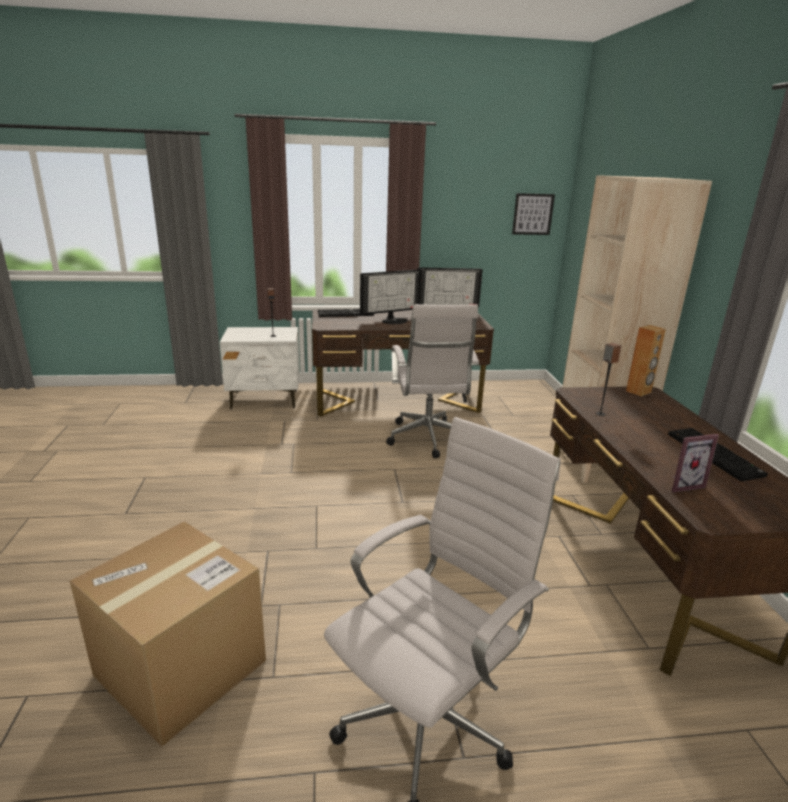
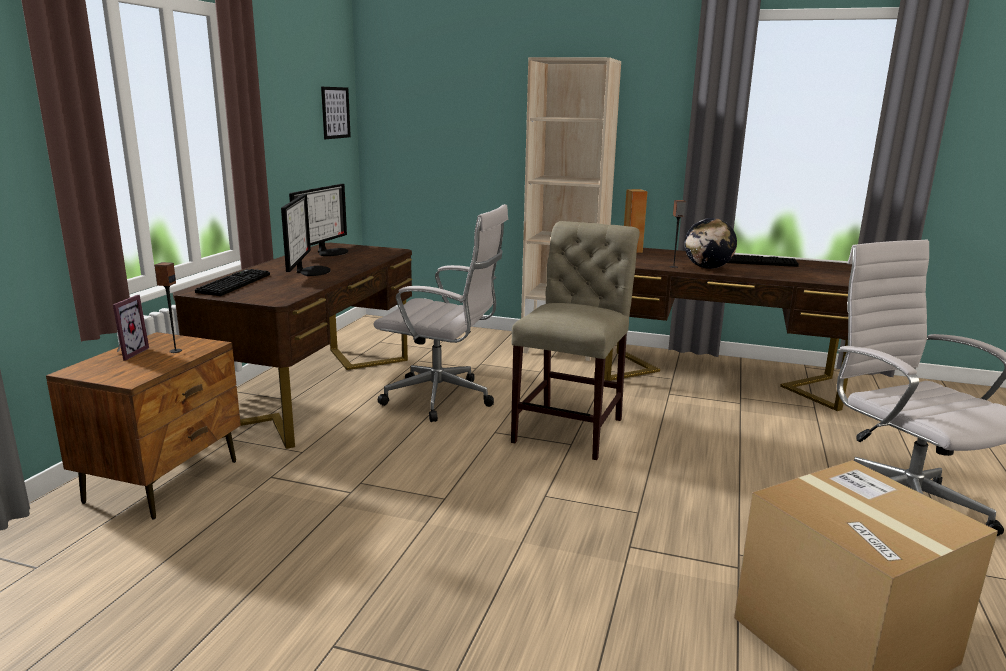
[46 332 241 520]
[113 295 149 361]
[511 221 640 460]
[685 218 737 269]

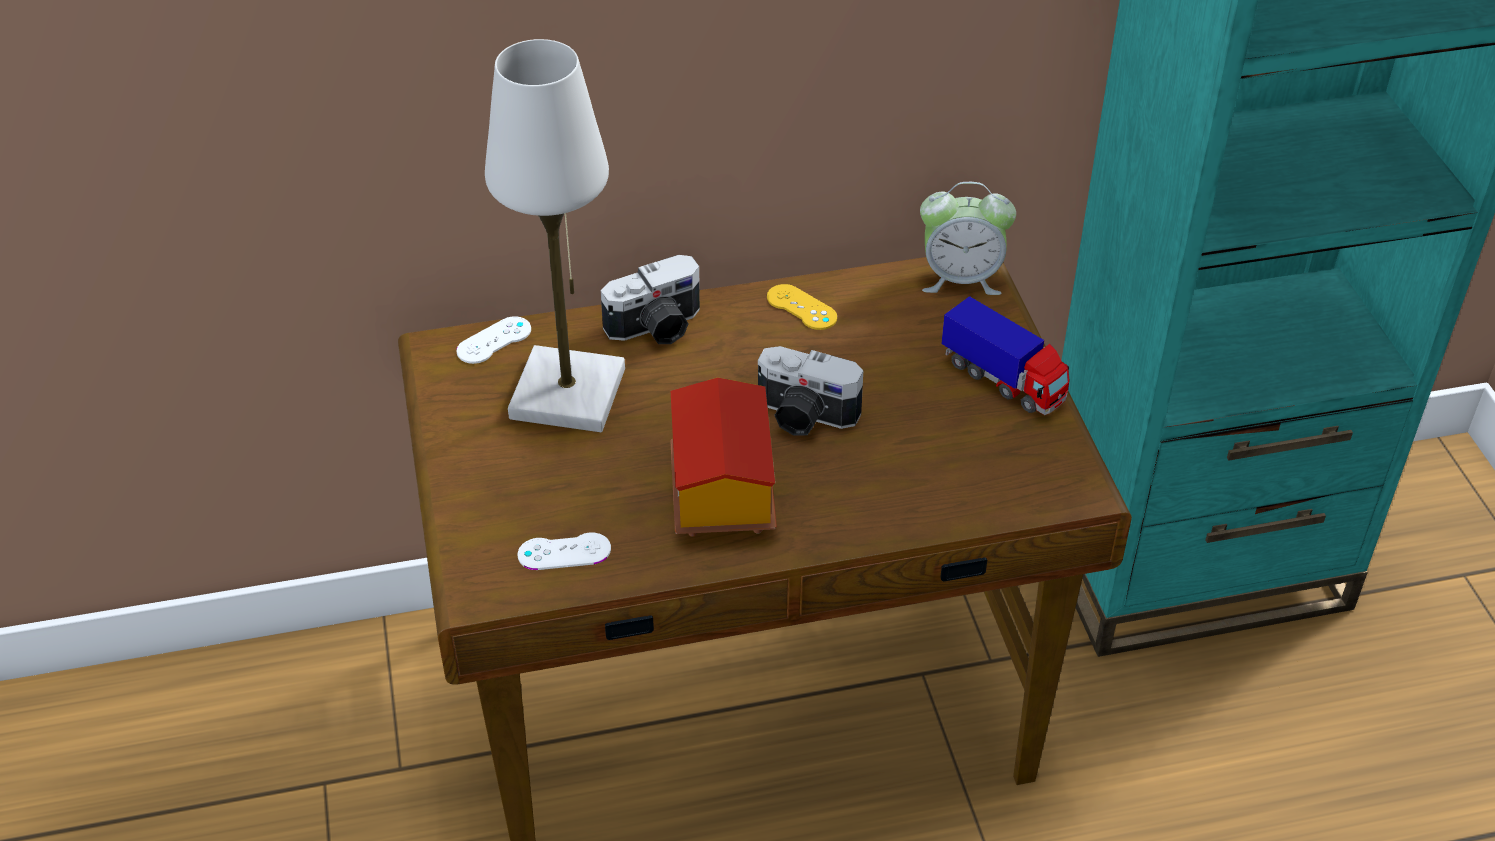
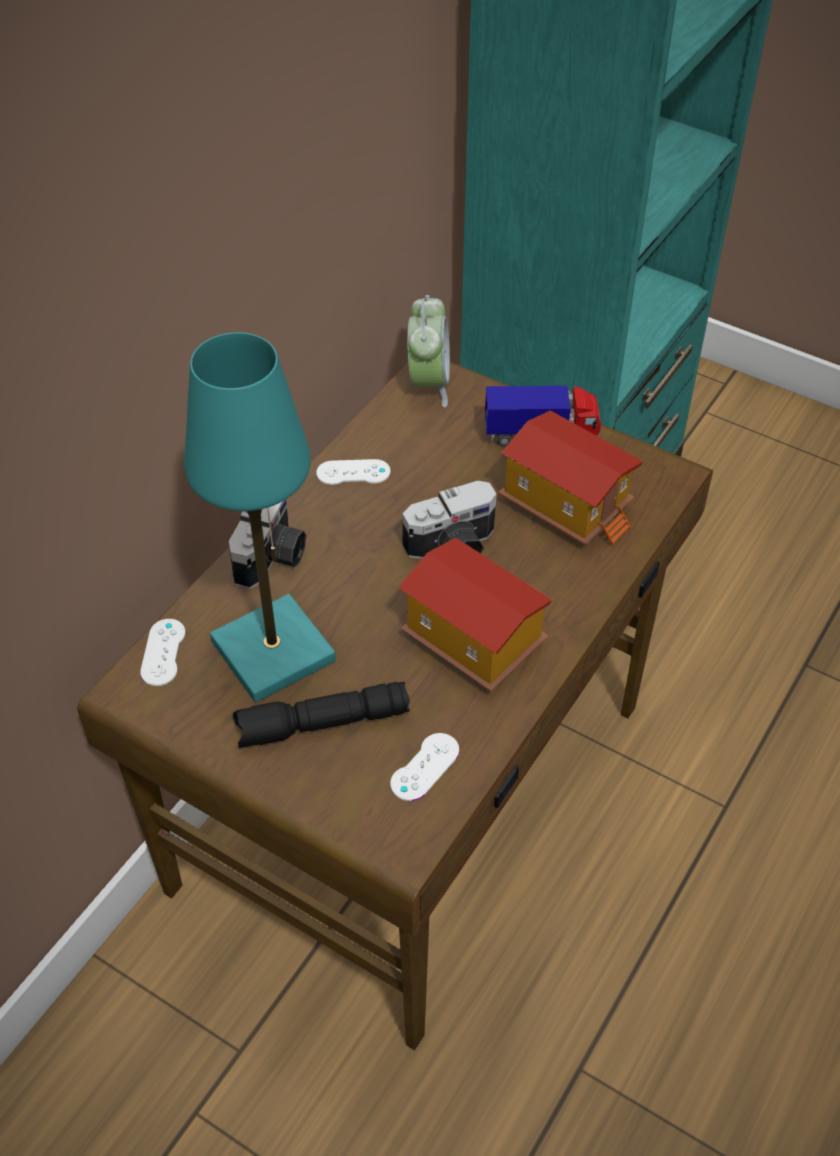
[184 332 336 702]
[316 459 391 485]
[407 295 450 407]
[233 682 410 748]
[499 410 643 545]

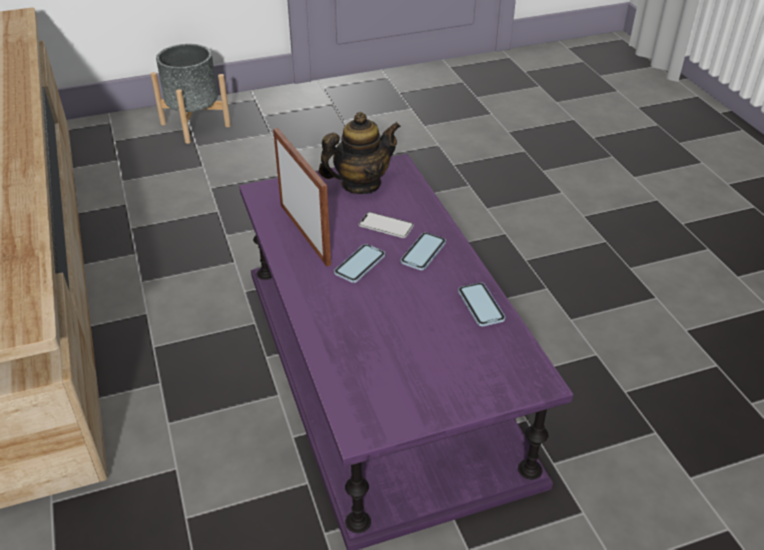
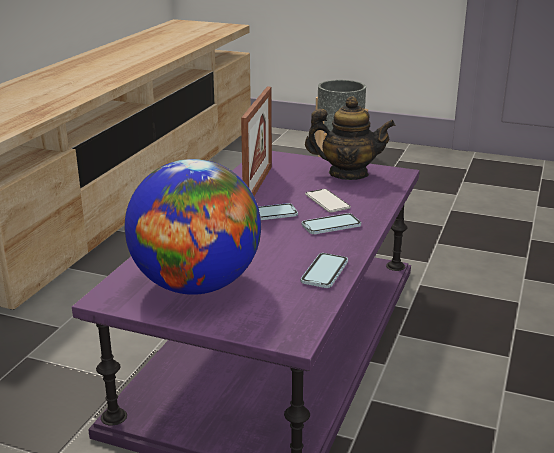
[125 159 261 295]

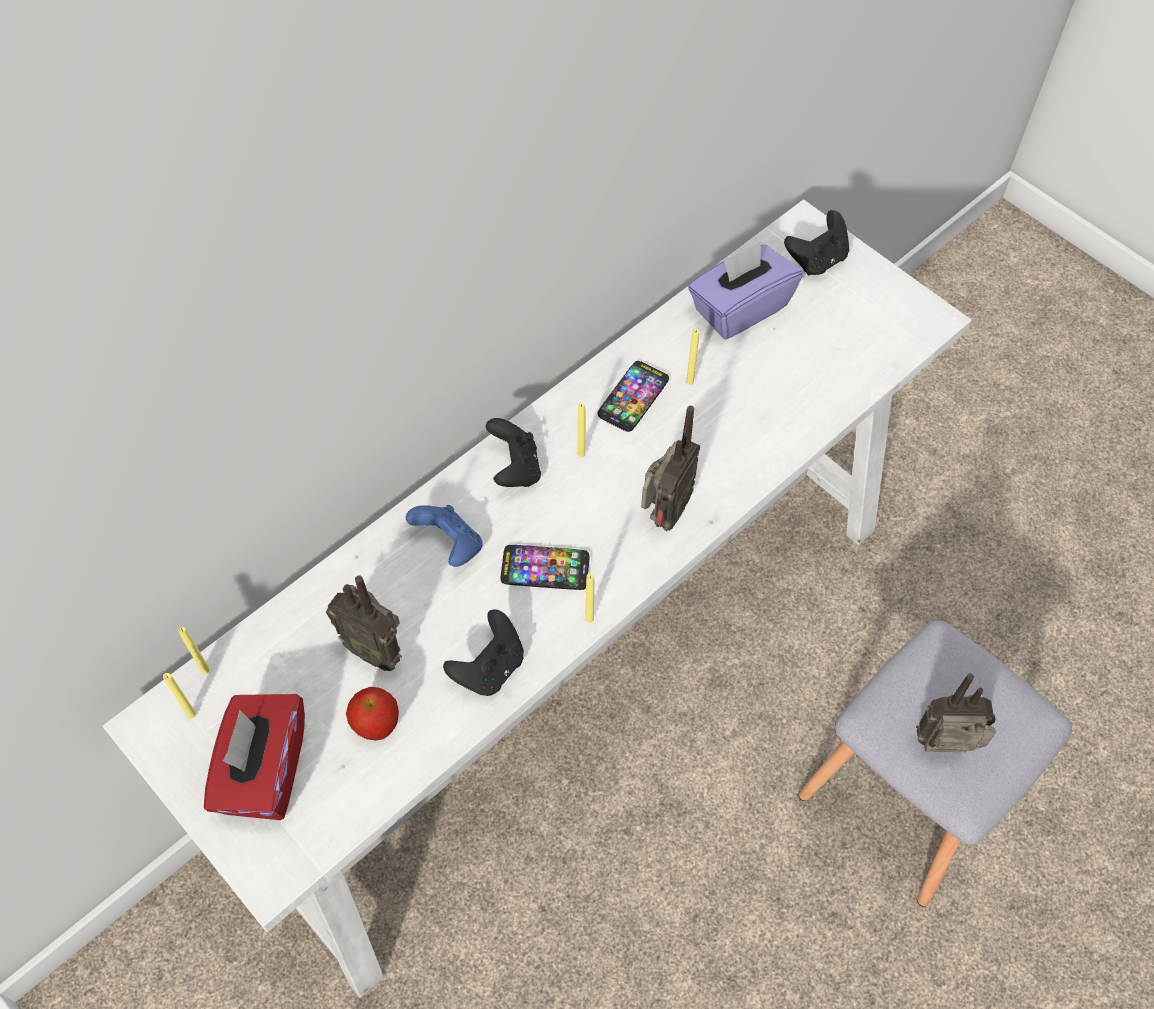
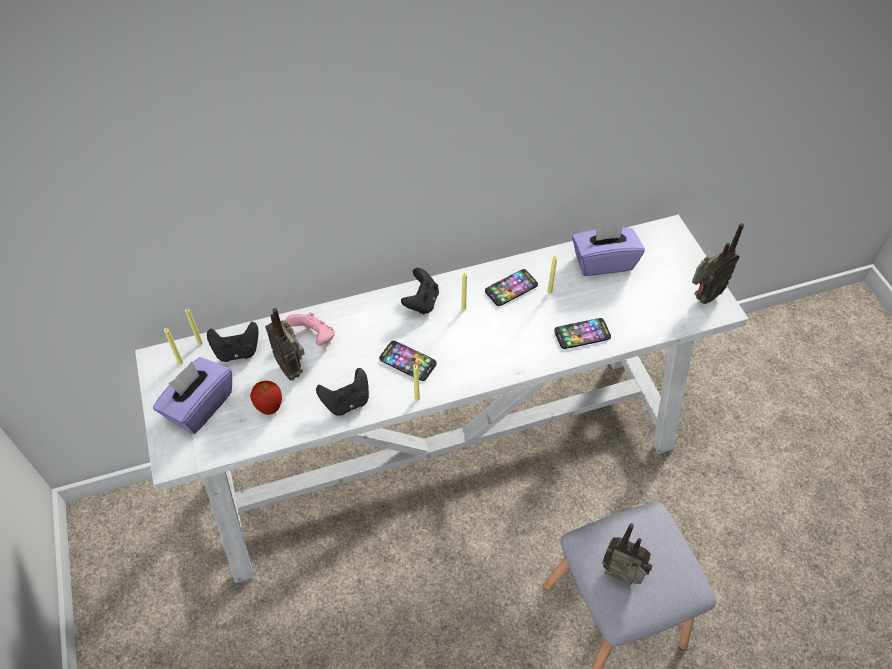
[153 357 232 434]
[406 505 483 567] (first image)
[692 223 744 304]
[207 322 258 362]
[285 312 335 346]
[554 318 611 349]

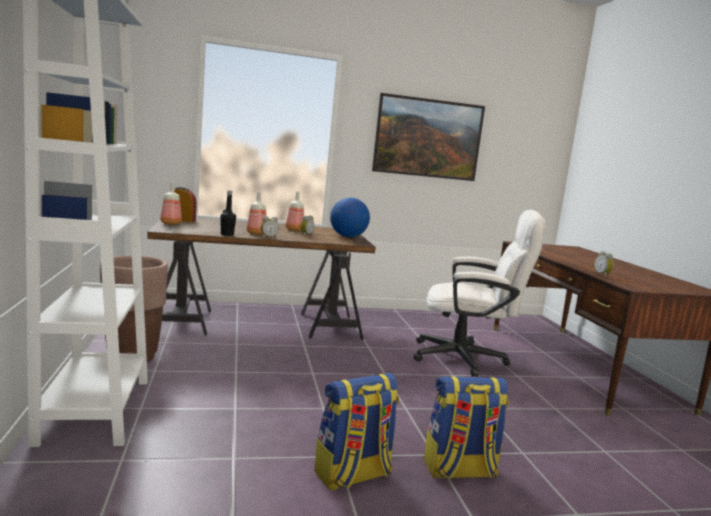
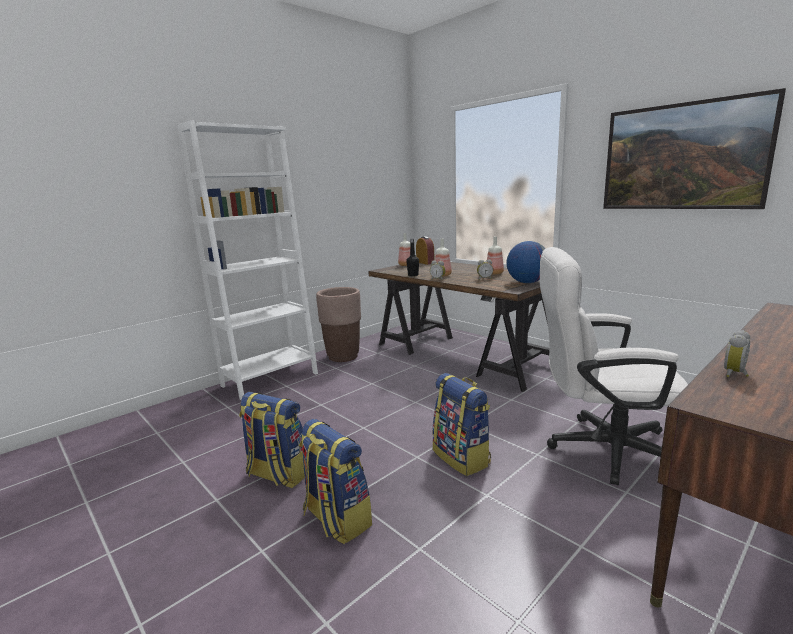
[540 247 688 485]
[432 373 491 476]

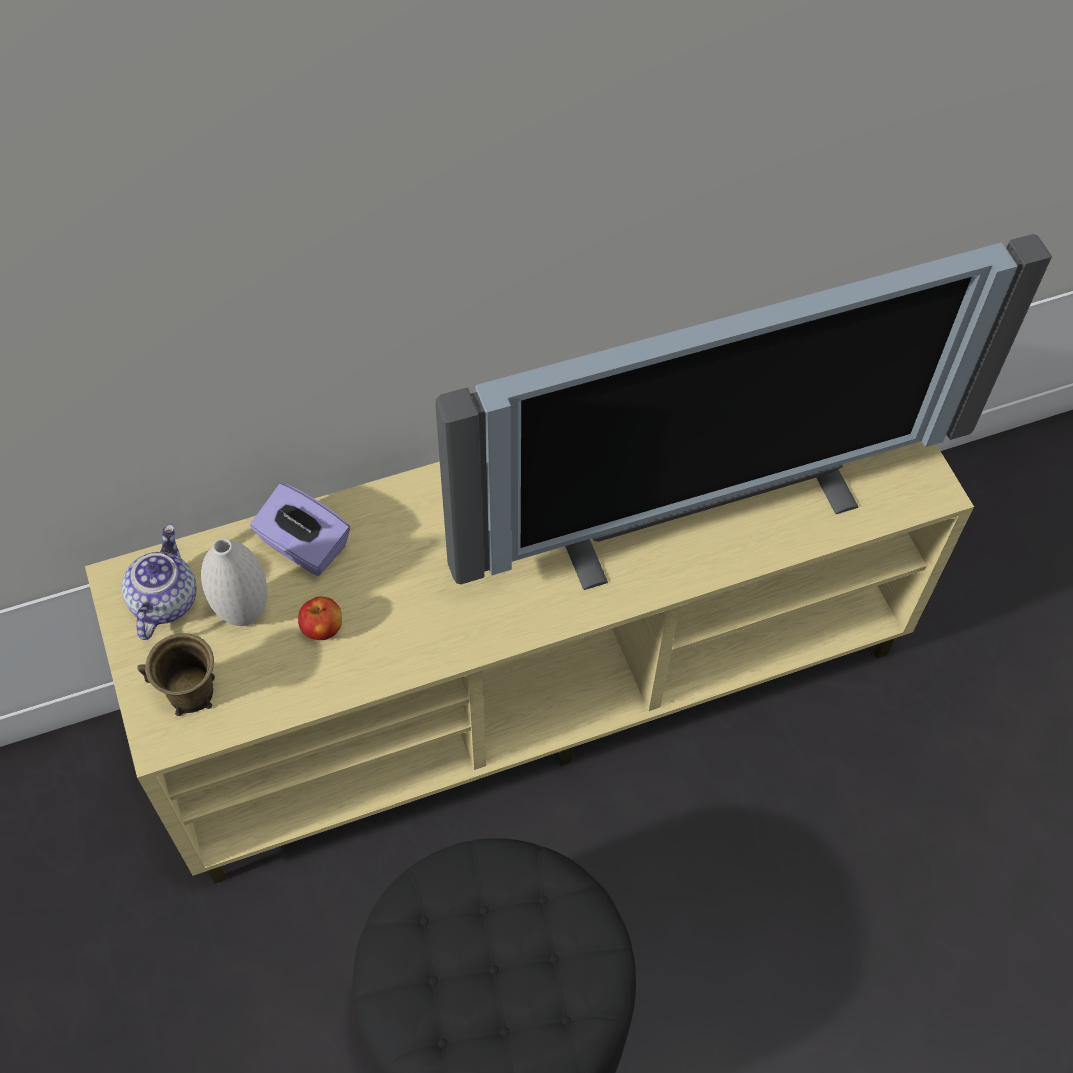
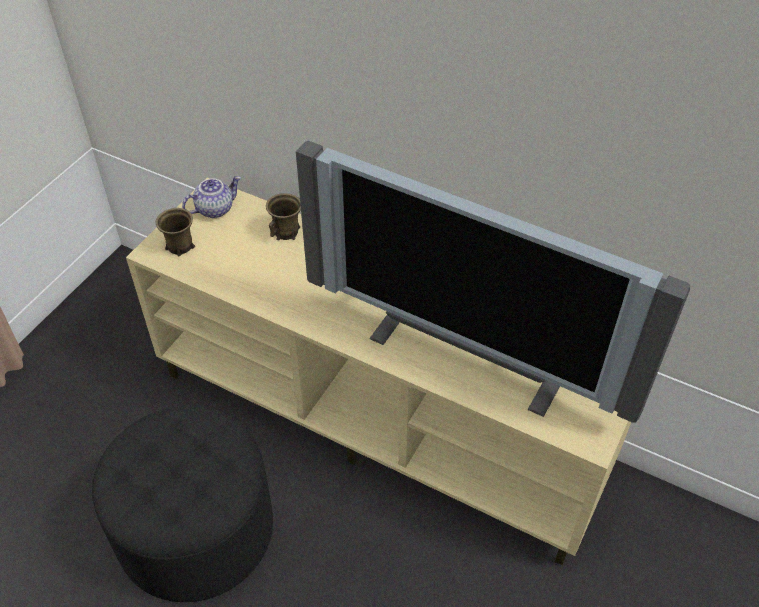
[201 538 267 626] (first image)
[266 193 301 240]
[298 597 342 640] (first image)

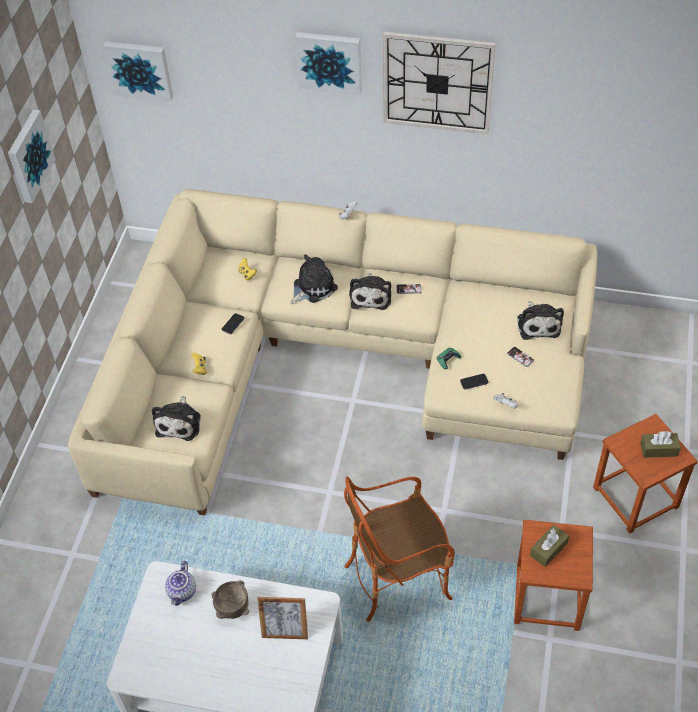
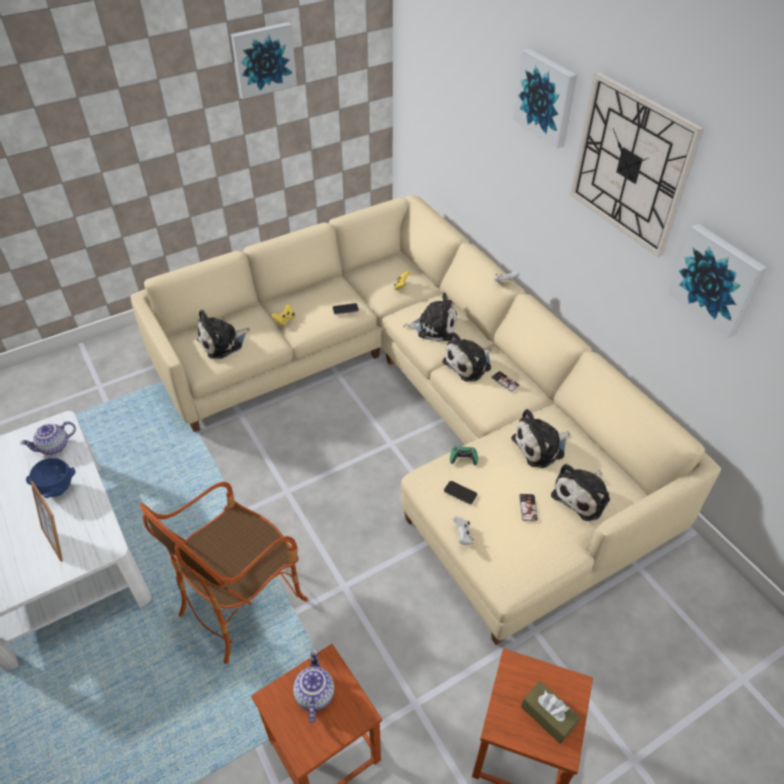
[668 224 767 338]
[26 458 75 498]
[140 482 308 664]
[293 649 334 723]
[511 409 570 468]

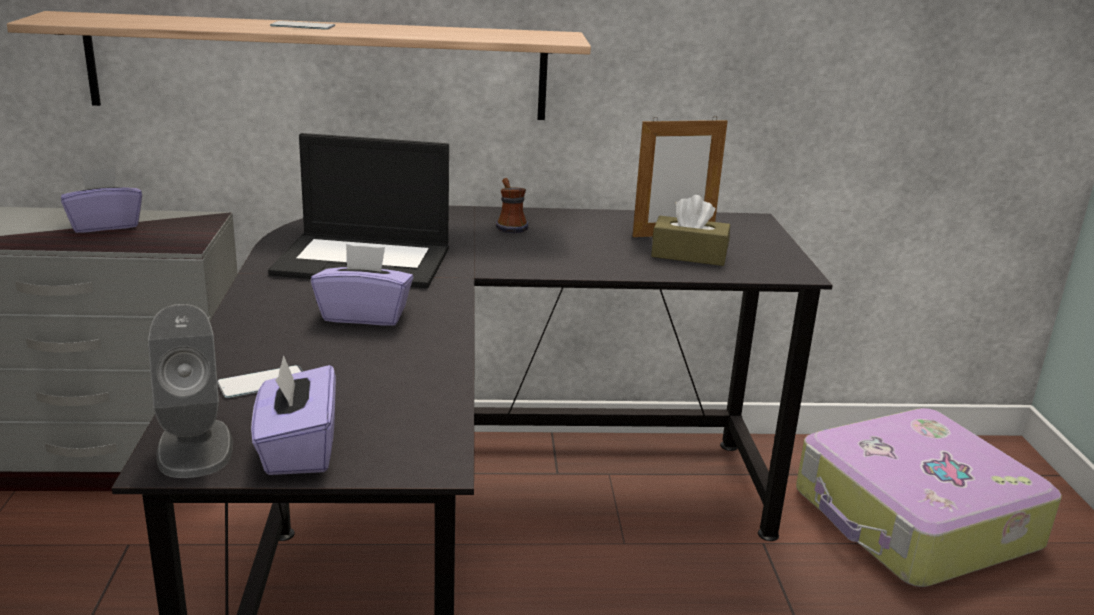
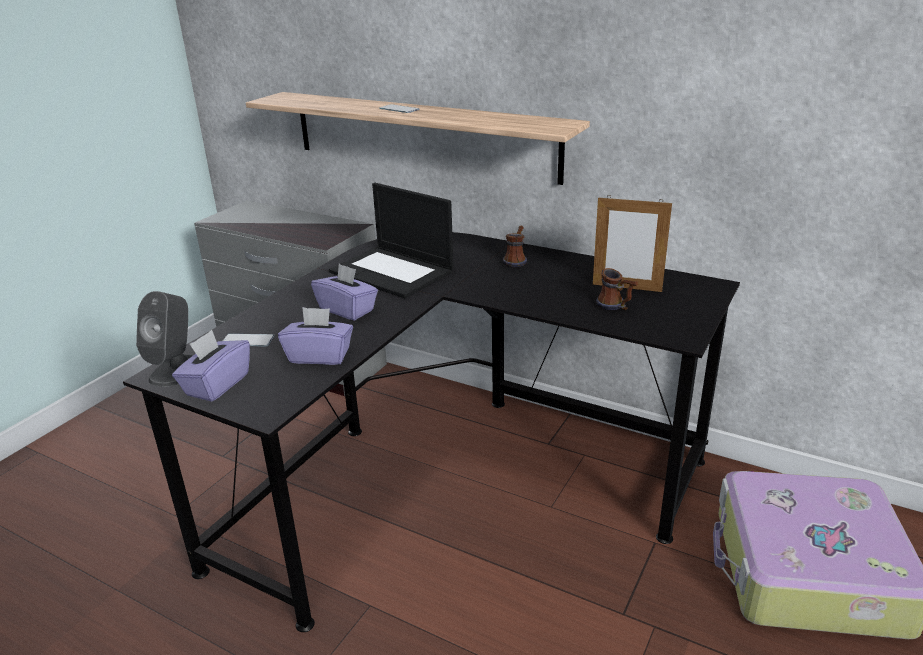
[278 307 353 365]
[596 268 638 310]

